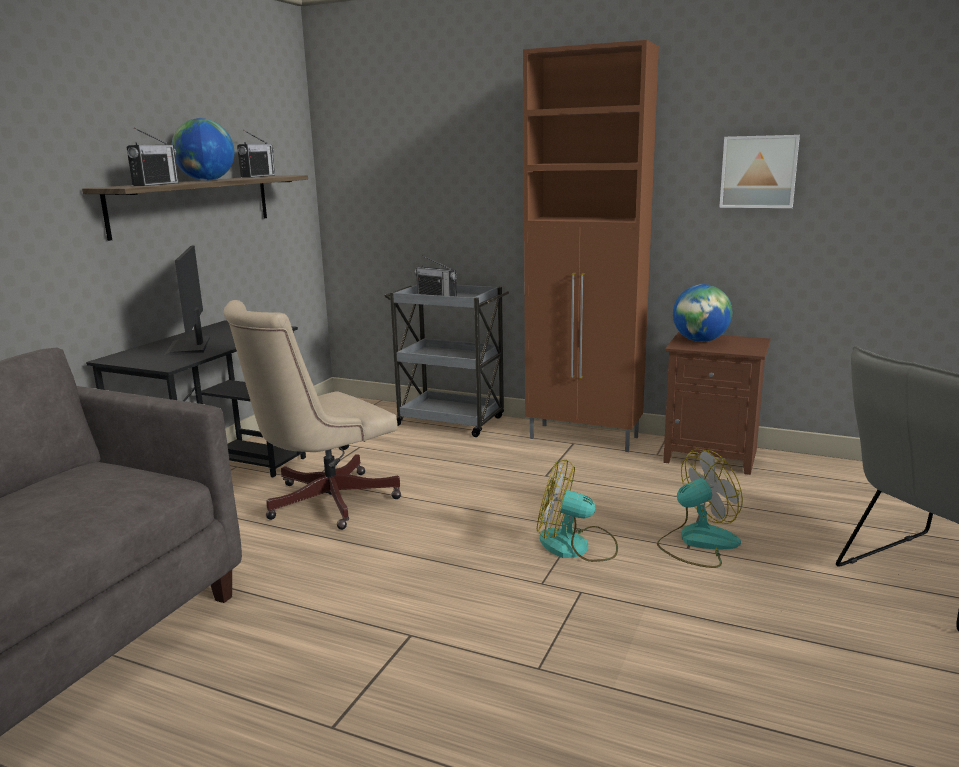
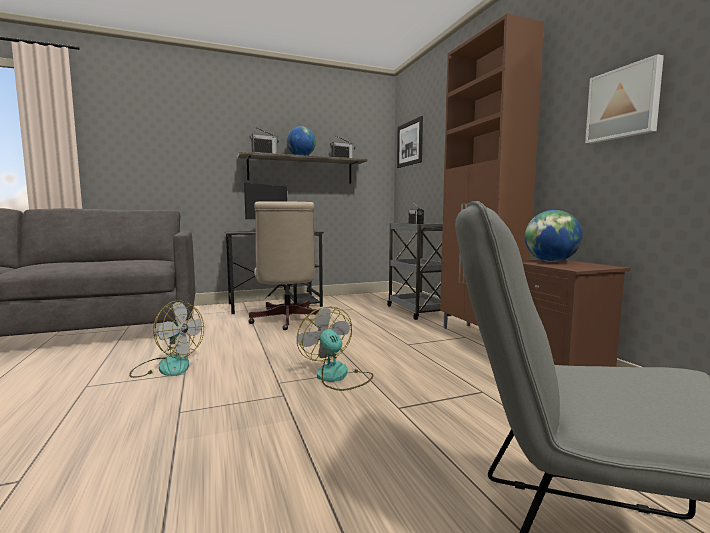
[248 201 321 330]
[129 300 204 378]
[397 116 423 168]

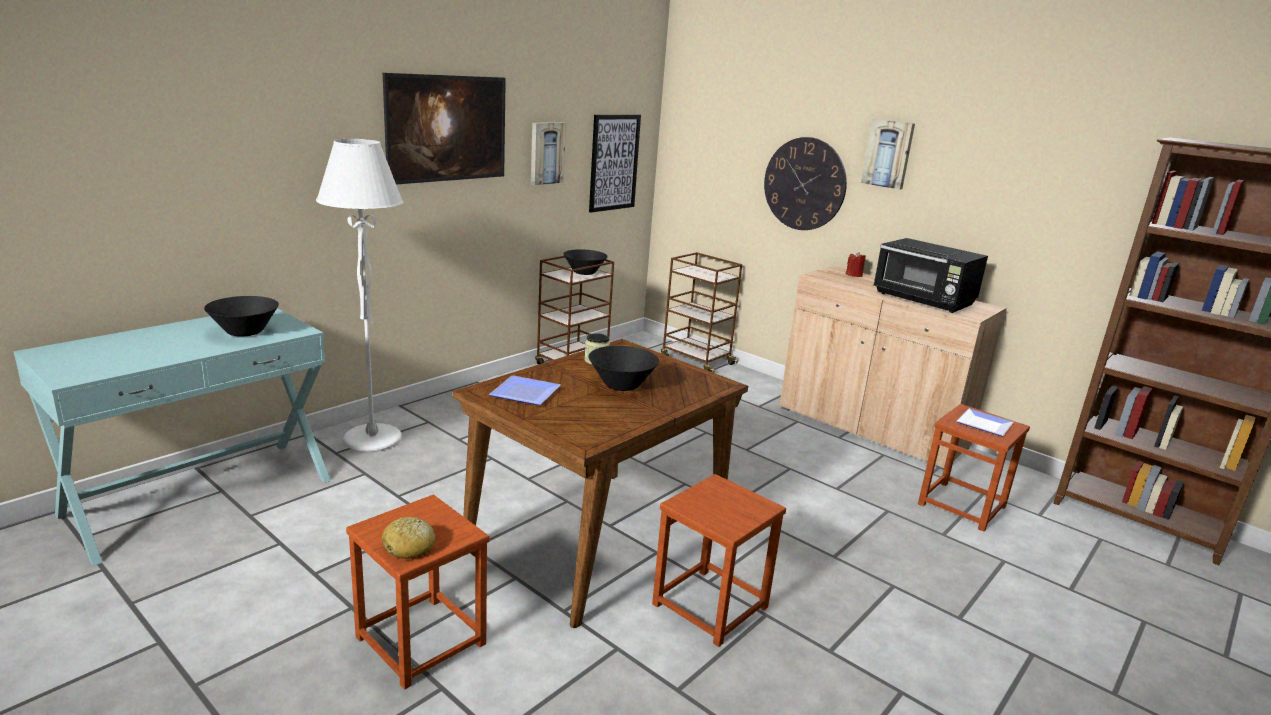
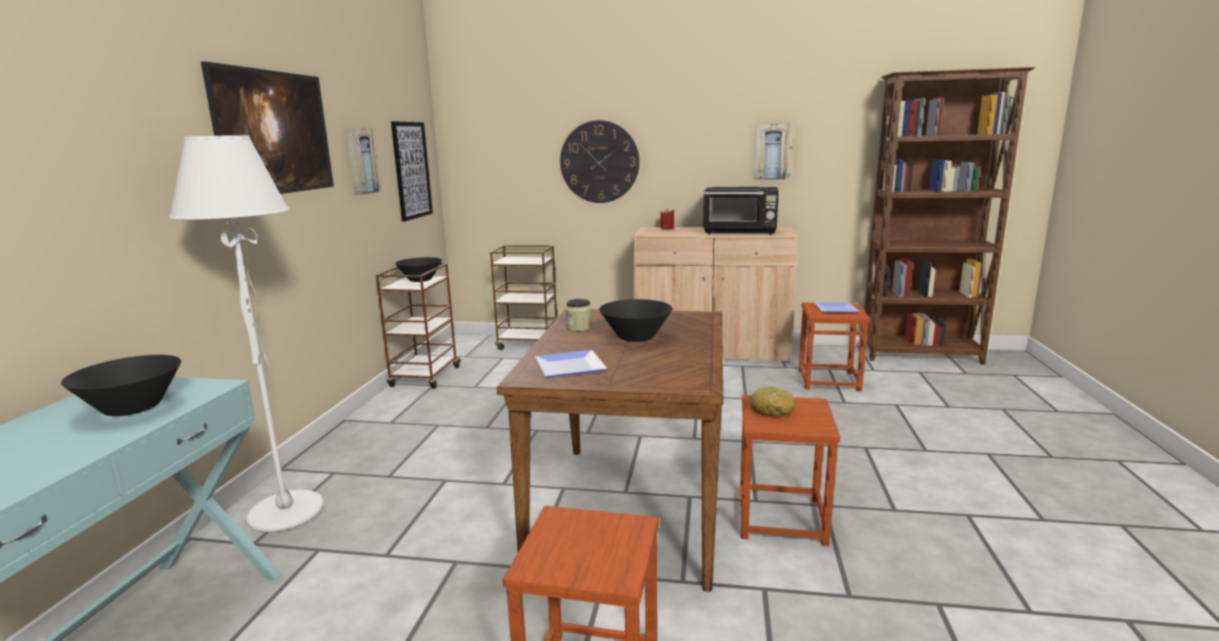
[750 386 796 417]
[753 123 793 180]

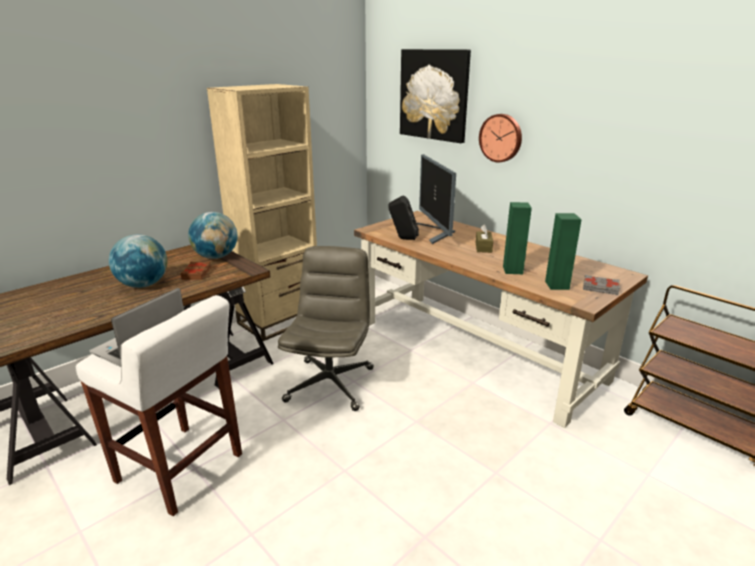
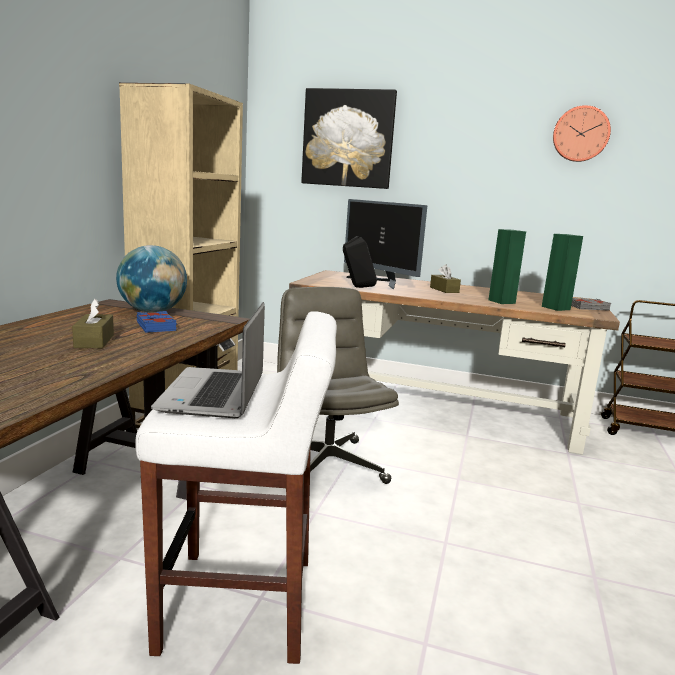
[72 299 114 348]
[136 311 177 333]
[553 105 611 162]

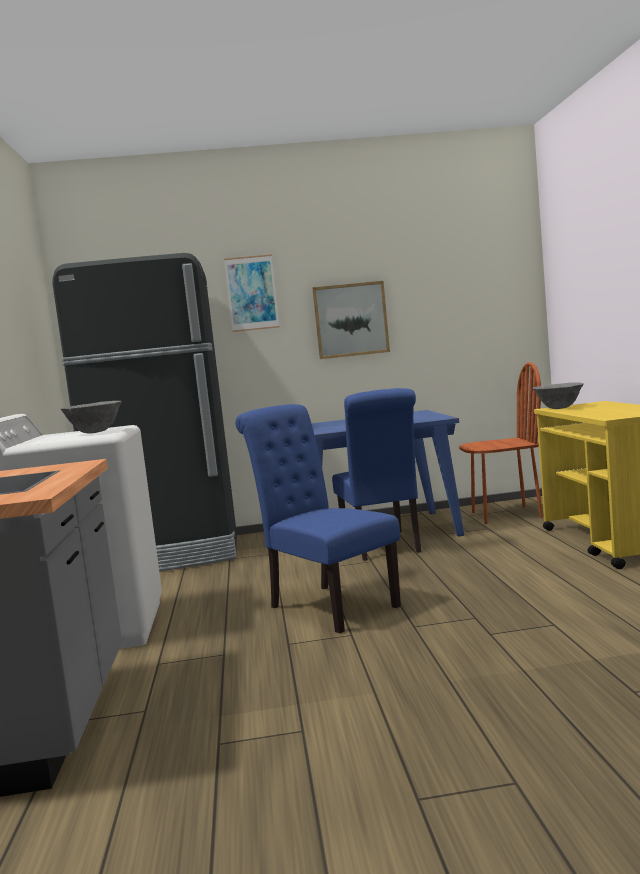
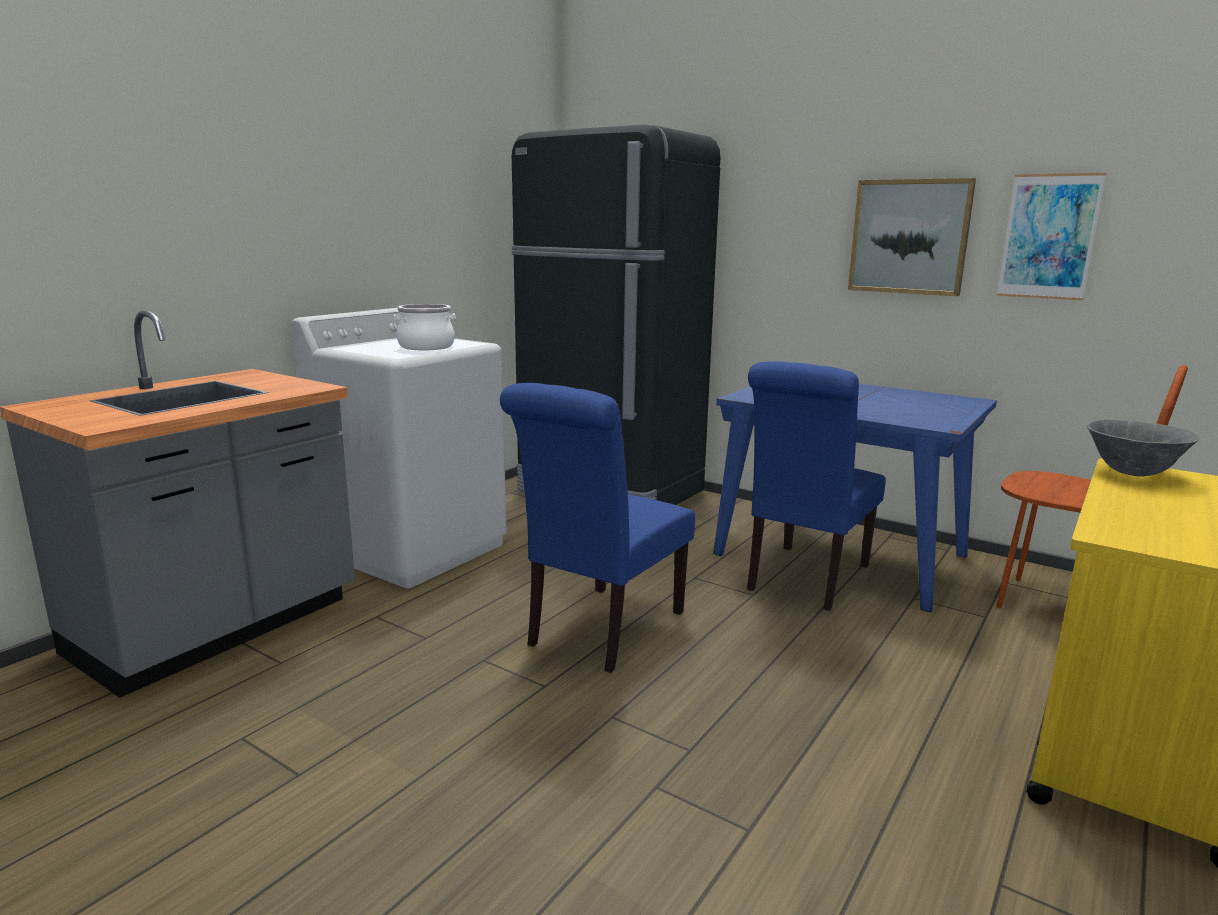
[394 304 456 350]
[997 173 1106 300]
[500 383 695 673]

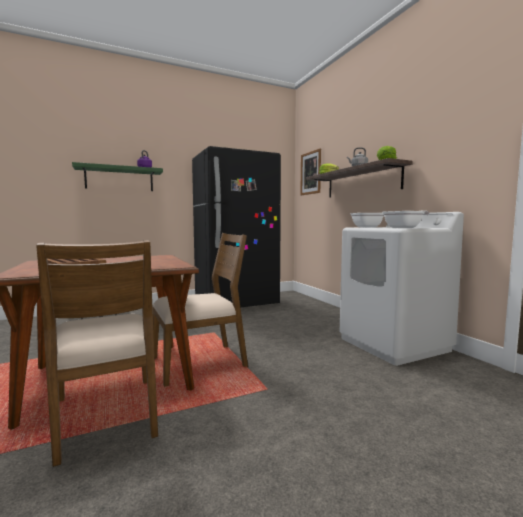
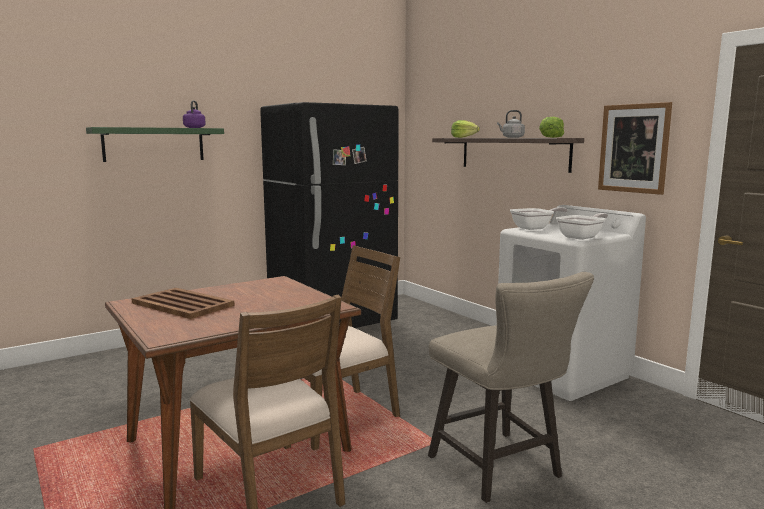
[598 102 672 195]
[428 272 594 503]

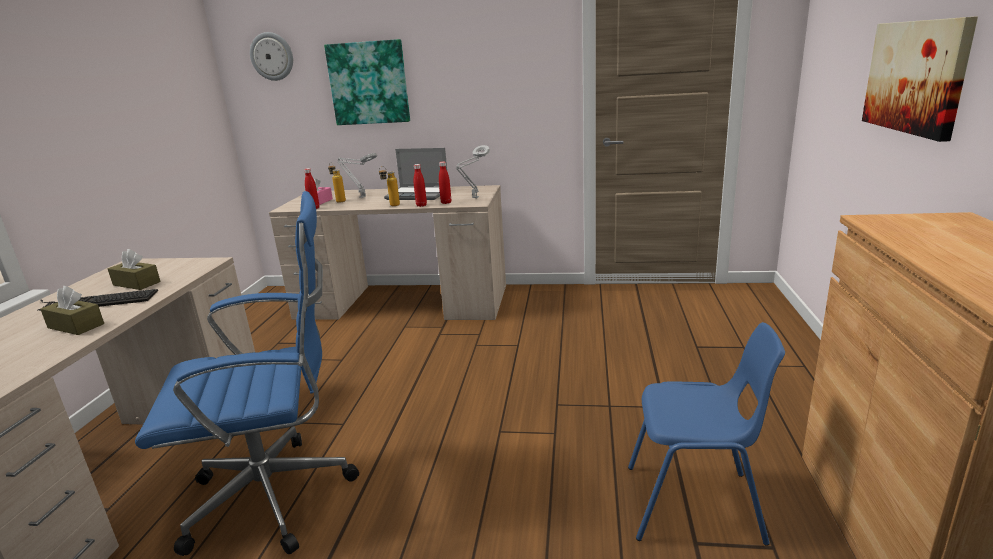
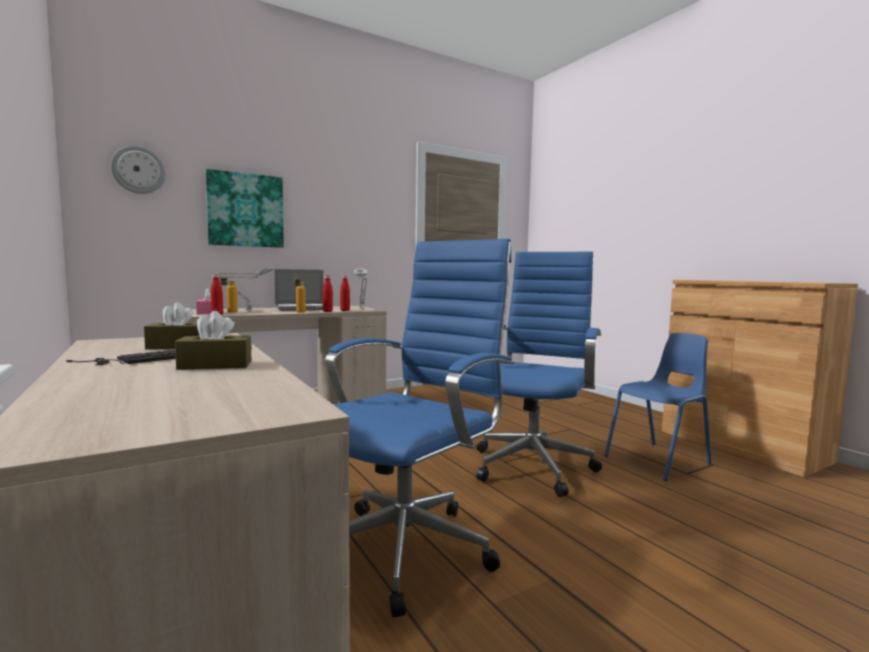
[862 16 978 142] (first image)
[476 252 602 497]

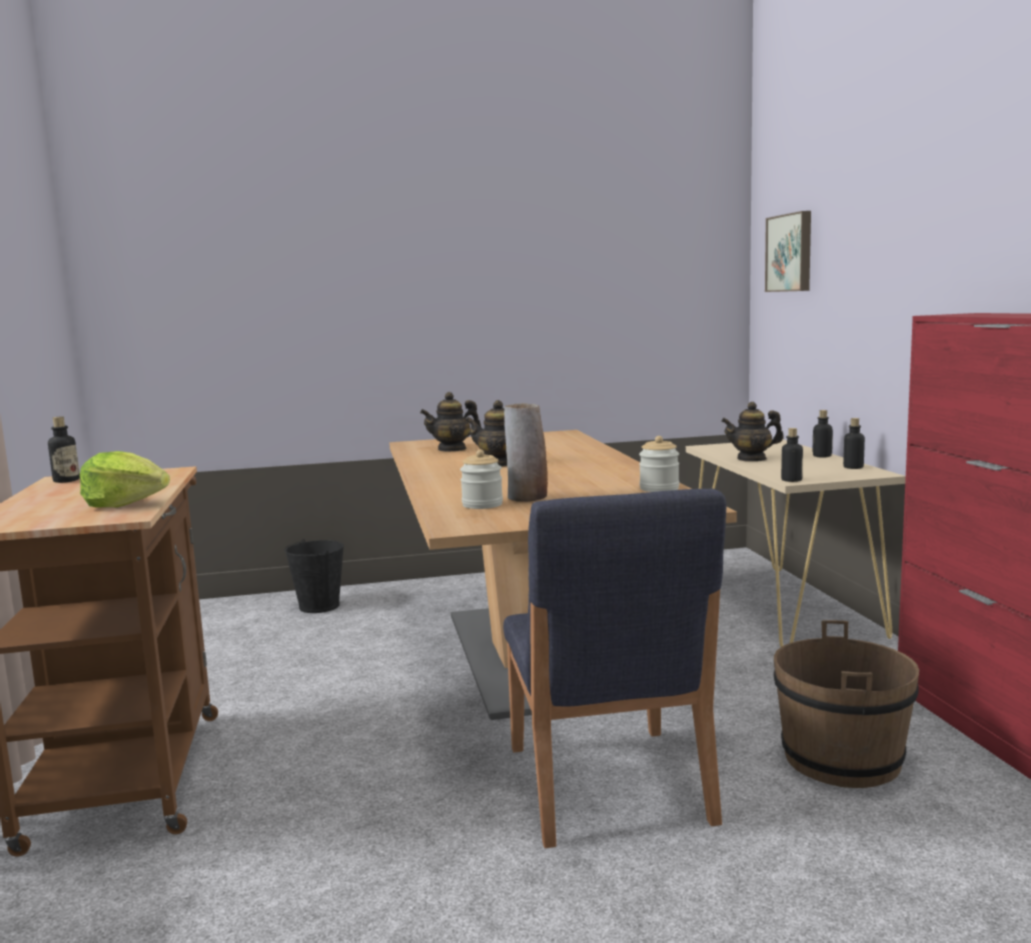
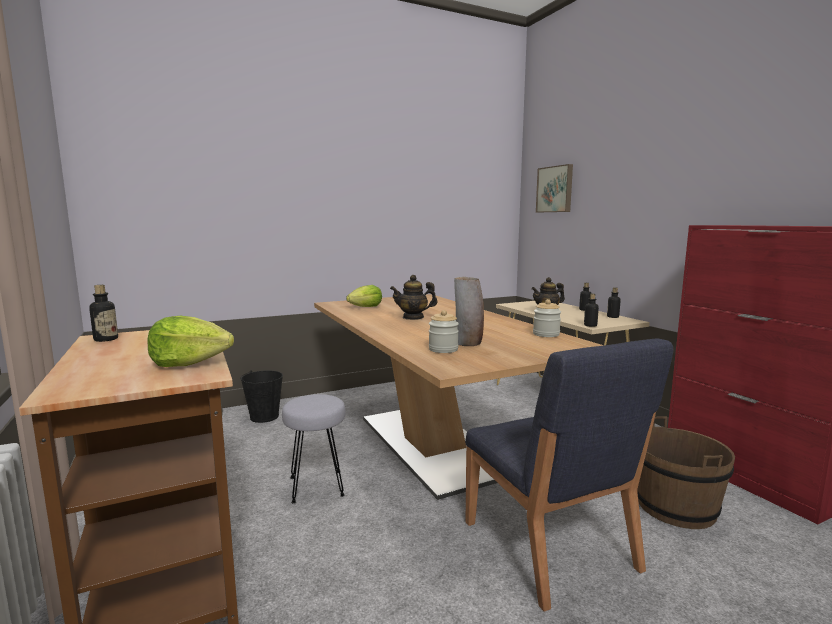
[346 285 382 307]
[282 394 345 504]

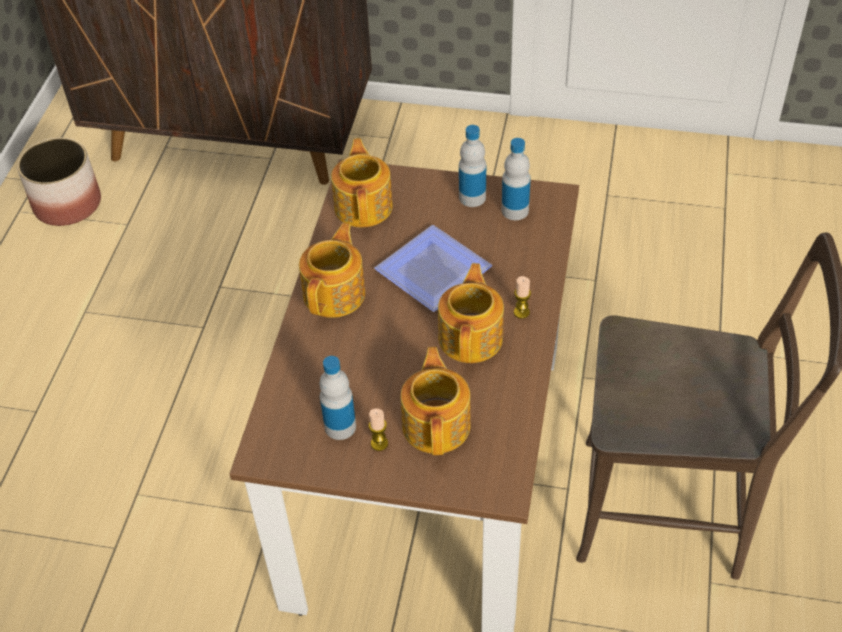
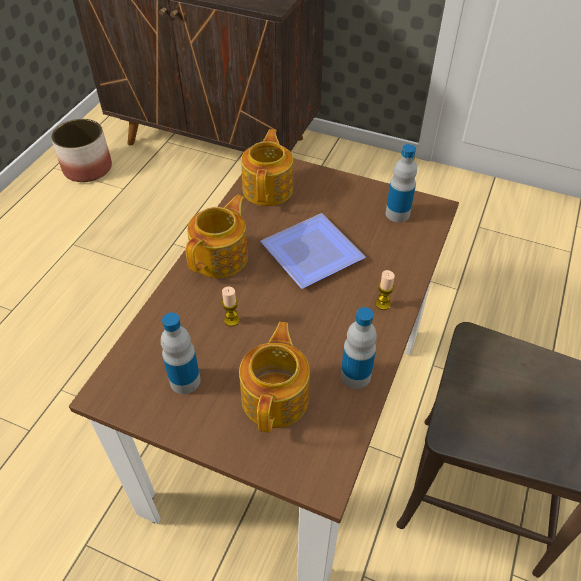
[222 287 240 327]
[438 263 504 363] (first image)
[341 307 377 389]

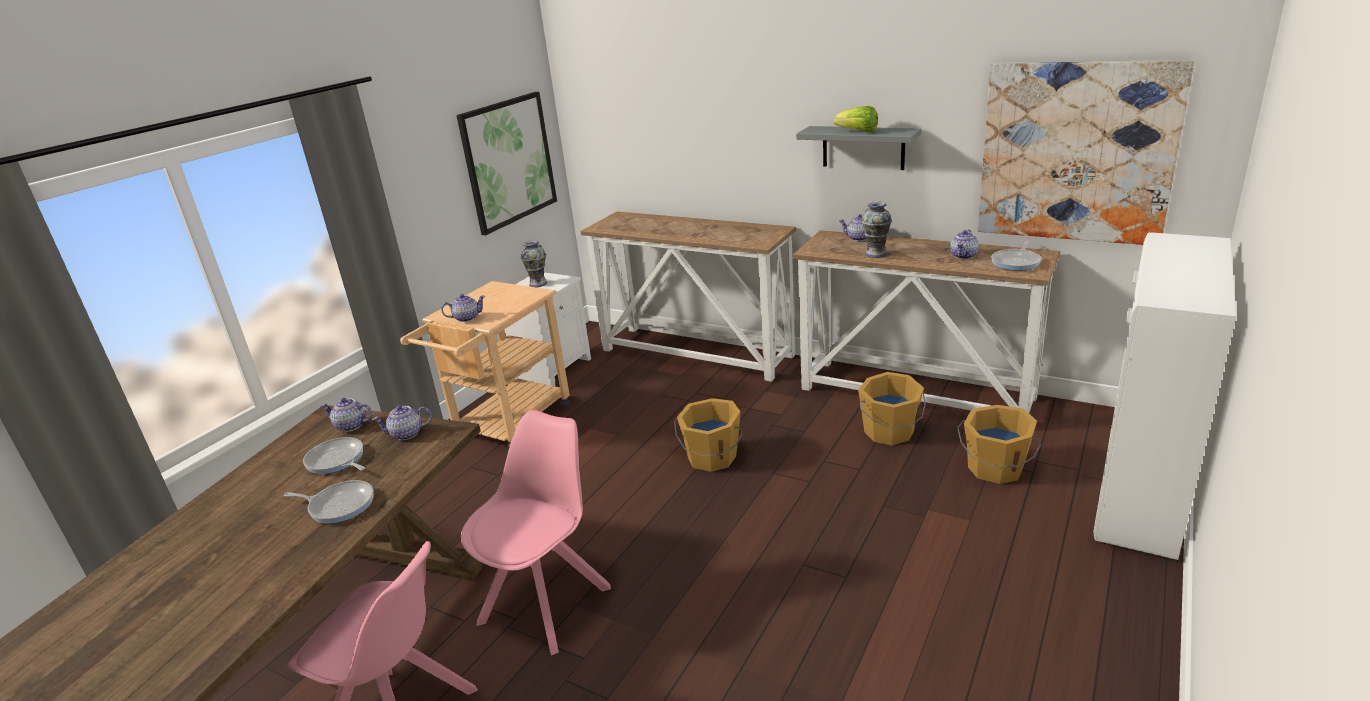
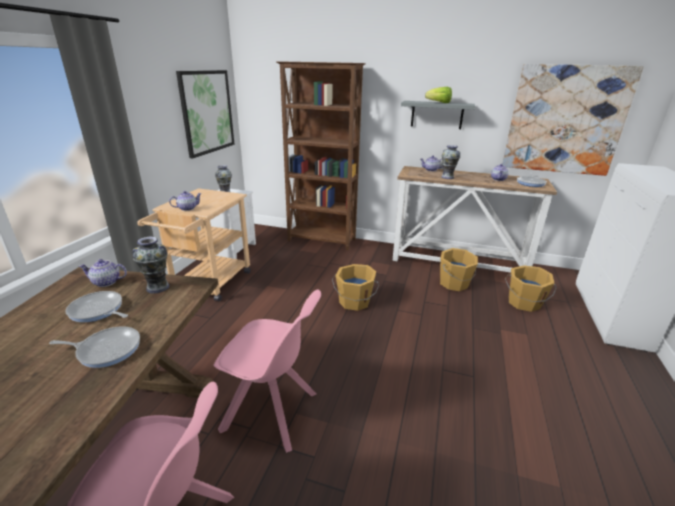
[133 237 169 293]
[213 290 321 453]
[276 61 366 250]

